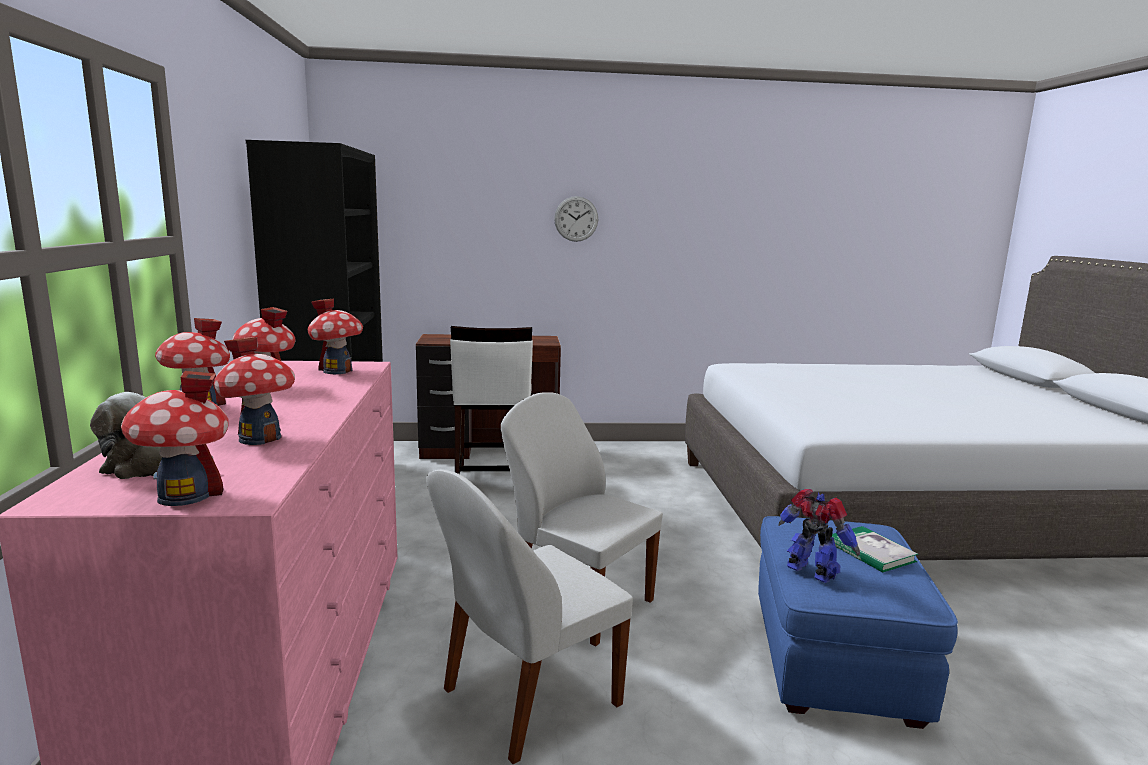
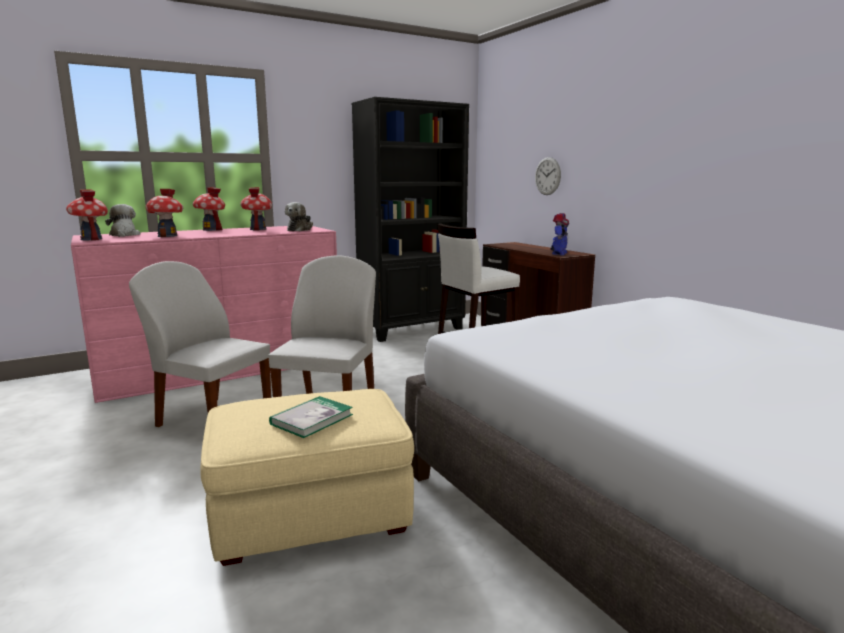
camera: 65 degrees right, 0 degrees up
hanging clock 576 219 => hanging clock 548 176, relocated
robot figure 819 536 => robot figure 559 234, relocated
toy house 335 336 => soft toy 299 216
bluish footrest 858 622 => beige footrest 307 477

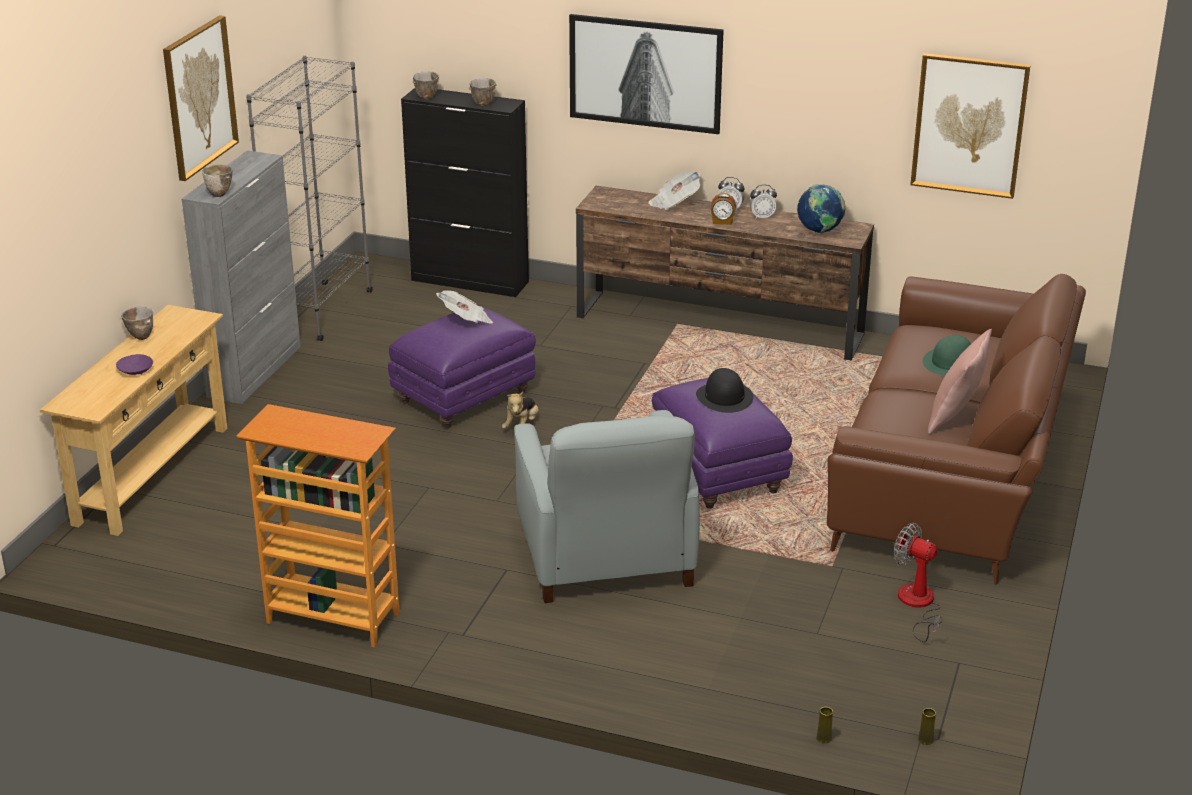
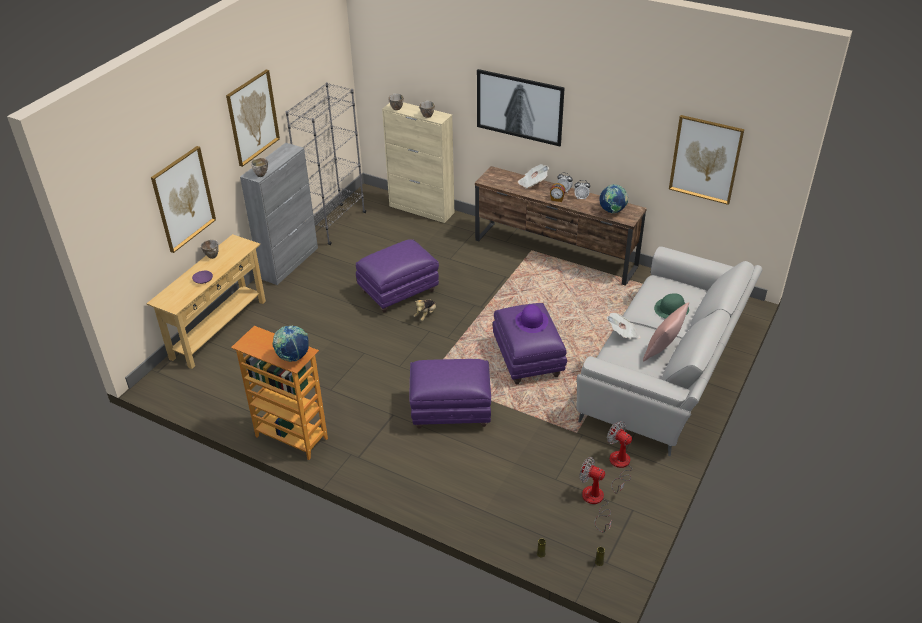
camera: 10 degrees right, 10 degrees up
nothing => wall art 183 199
nothing => desk globe 290 344
nothing => fan 596 495
daily paper 464 307 => daily paper 623 326, relocated
grey lounge chair 607 506 => purple footrest 450 394
black-coloured cabinet 465 192 => beige cabinet 418 162
black-coloured hat 724 390 => purple hat 531 319
brown settee 956 429 => grey settee 669 351

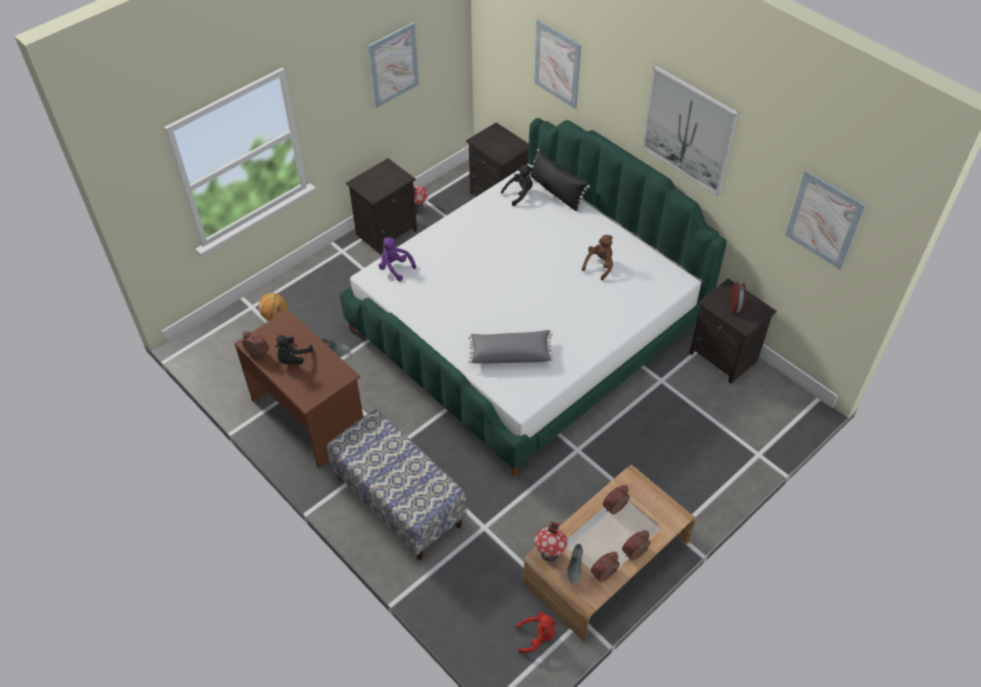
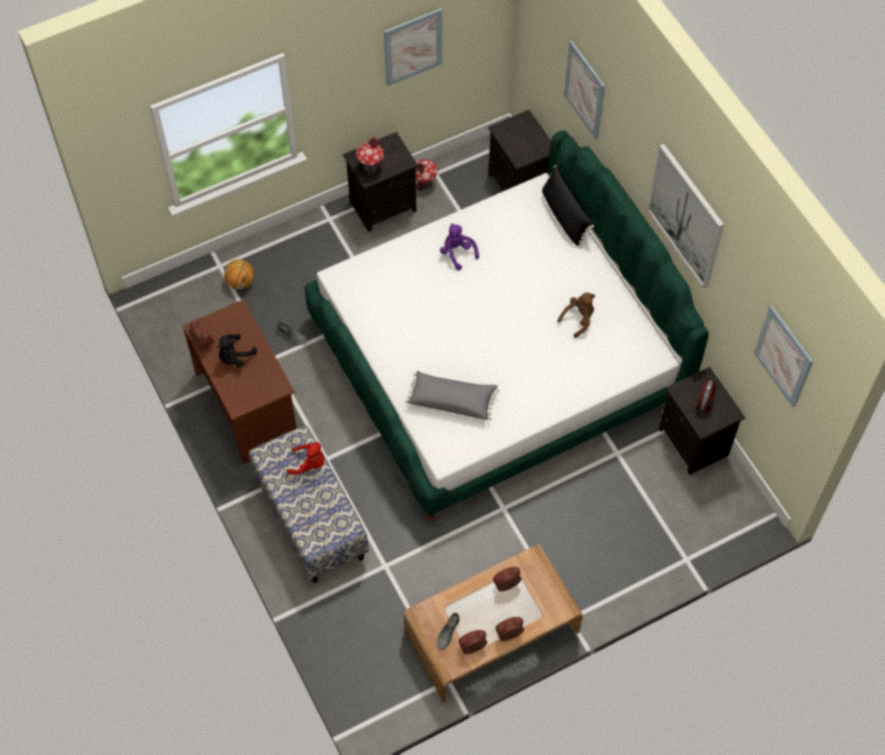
camera: 15 degrees right, 10 degrees up
black-coloured soft toy 517 185 => nothing
purple soft toy 397 259 => purple soft toy 459 246, relocated
red-coloured soft toy 535 632 => red-coloured soft toy 305 458, relocated
toy house 551 541 => toy house 370 155, relocated

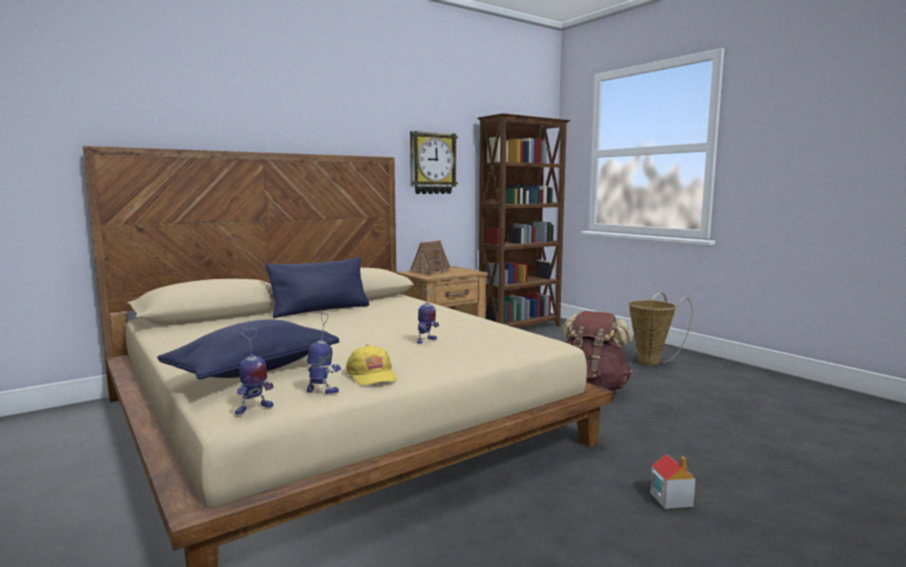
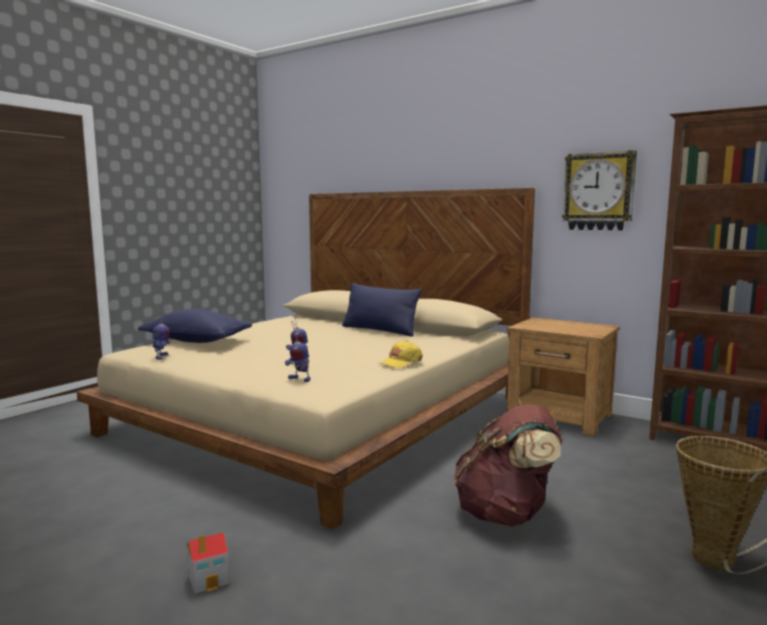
camera: 70 degrees right, 0 degrees up
toy house 431 257 => nothing
robot figure 254 371 => robot figure 297 351, relocated
yellow-coloured baseball cap 371 365 => yellow-coloured baseball cap 401 354, relocated

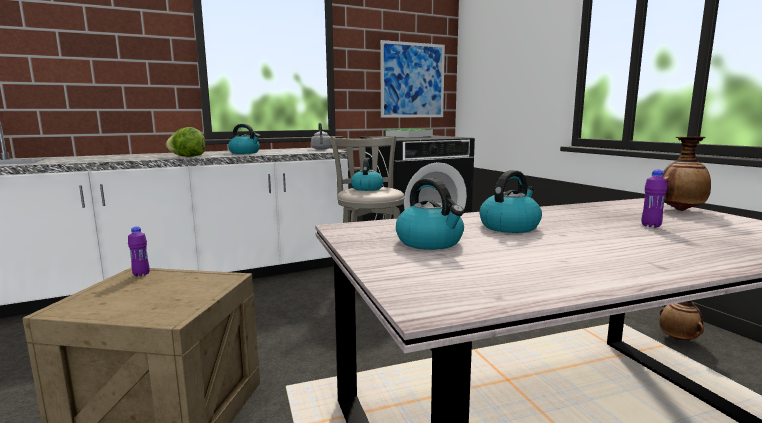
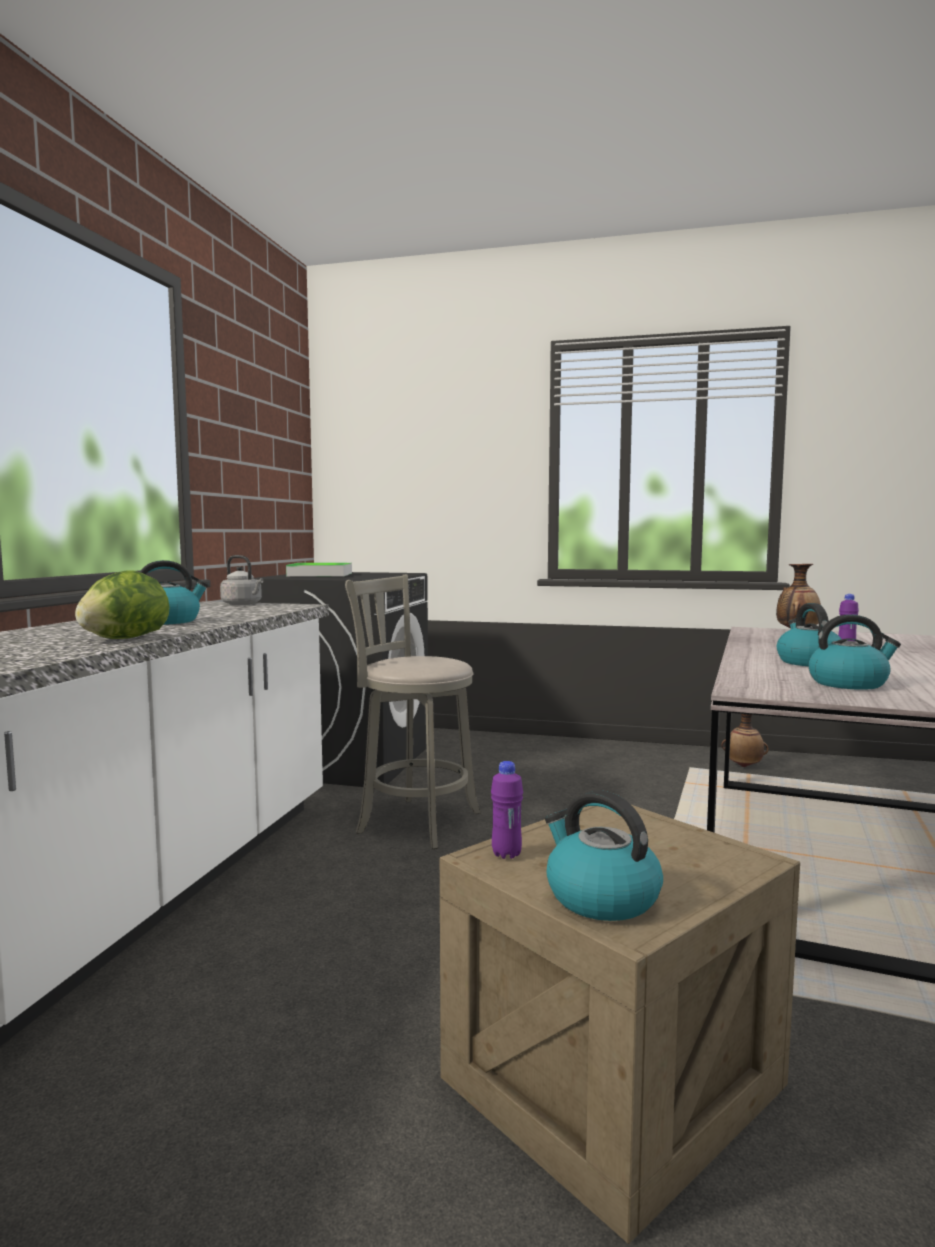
camera: 50 degrees left, 5 degrees down
wall art 412 79 => nothing
water kettle 367 174 => water kettle 604 855, relocated

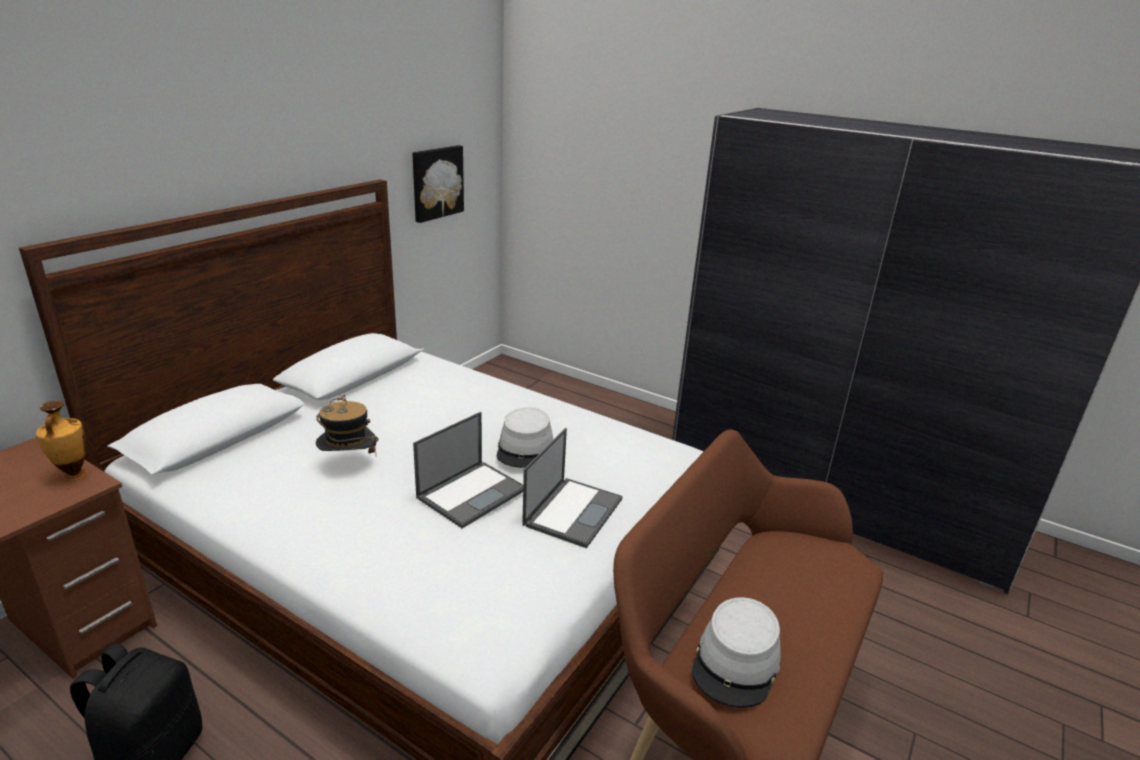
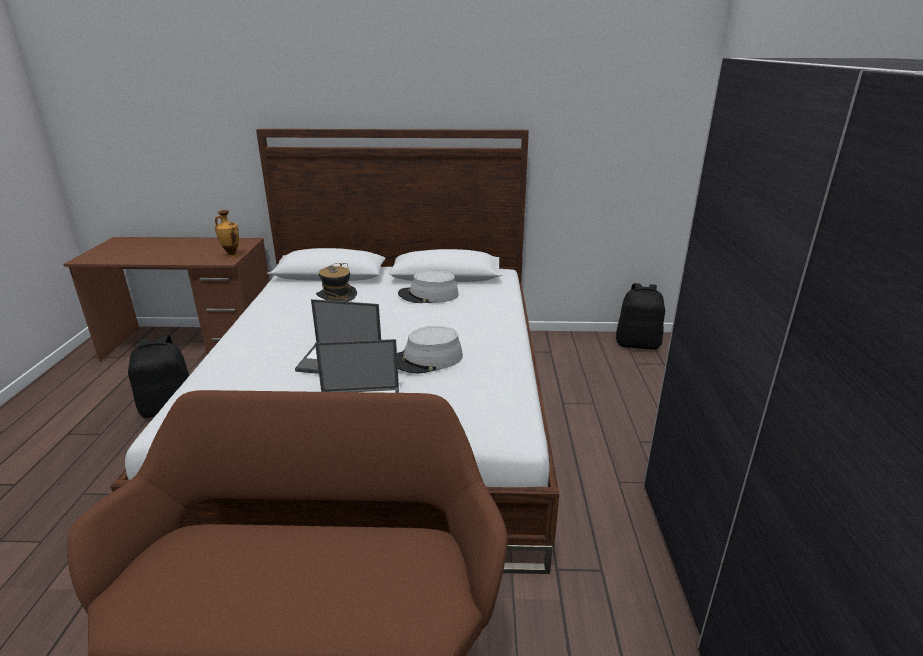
camera: 60 degrees right, 0 degrees up
wall art 438 184 => nothing
nothing => black-coloured knapsack 640 316
grey hat 736 652 => grey hat 428 286, relocated

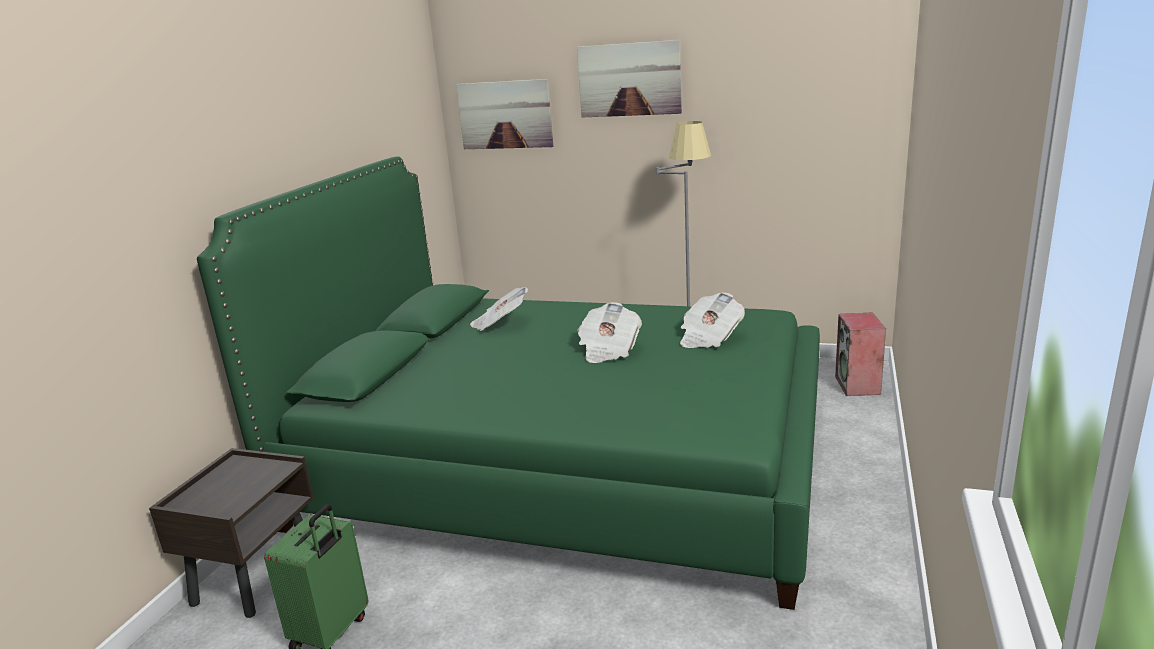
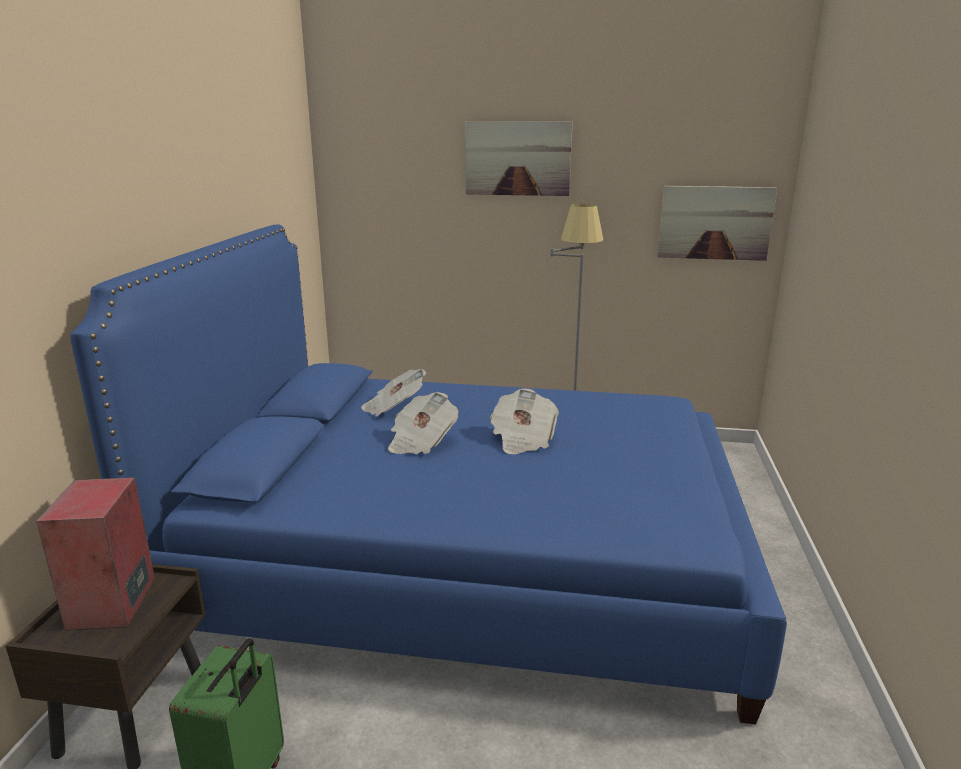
camera: 10 degrees left, 0 degrees up
wall art 504 114 => wall art 717 223, relocated
daily paper 712 320 => daily paper 423 423, relocated
loudspeaker 860 354 => loudspeaker 95 554, relocated
green-coloured bedroom bed 508 383 => bluish bedroom bed 428 474

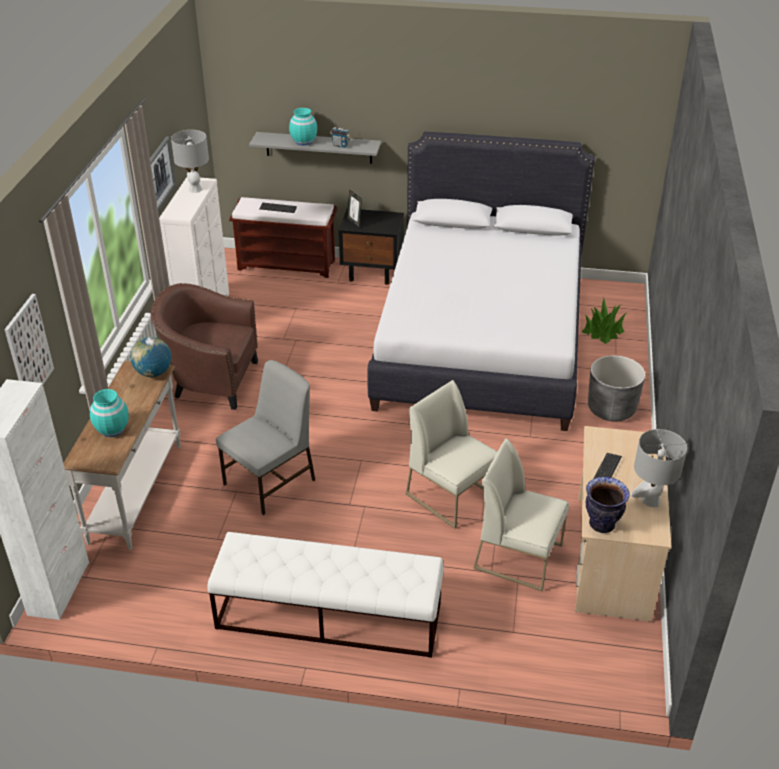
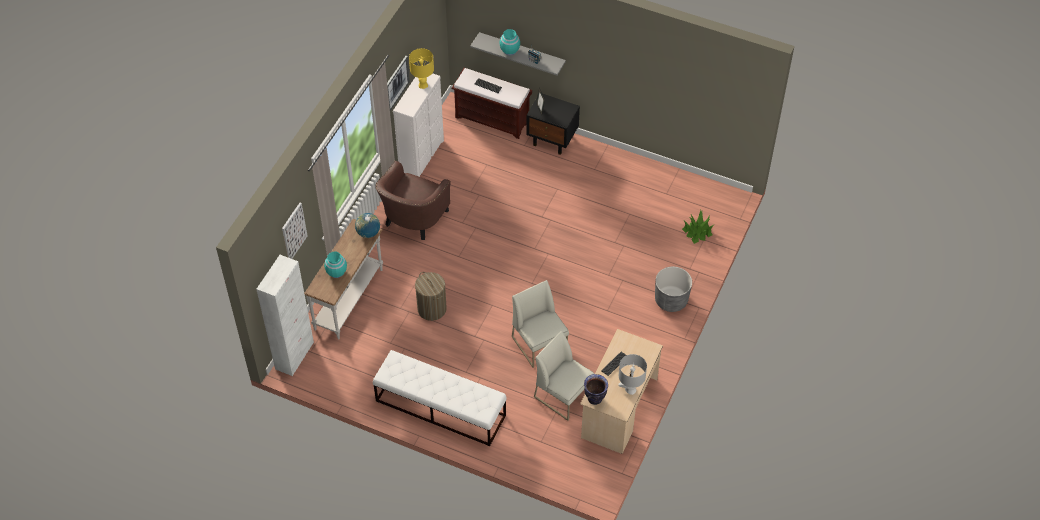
camera: 15 degrees right, 15 degrees up
white-coloured bedroom bed 481 281 => nothing
grey chair 265 437 => washing basket 431 296
grey lamp for a table 190 161 => yellow-coloured lamp for a table 421 68
brown lounge chair 204 346 => brown lounge chair 413 200, 90 degrees counterclockwise

